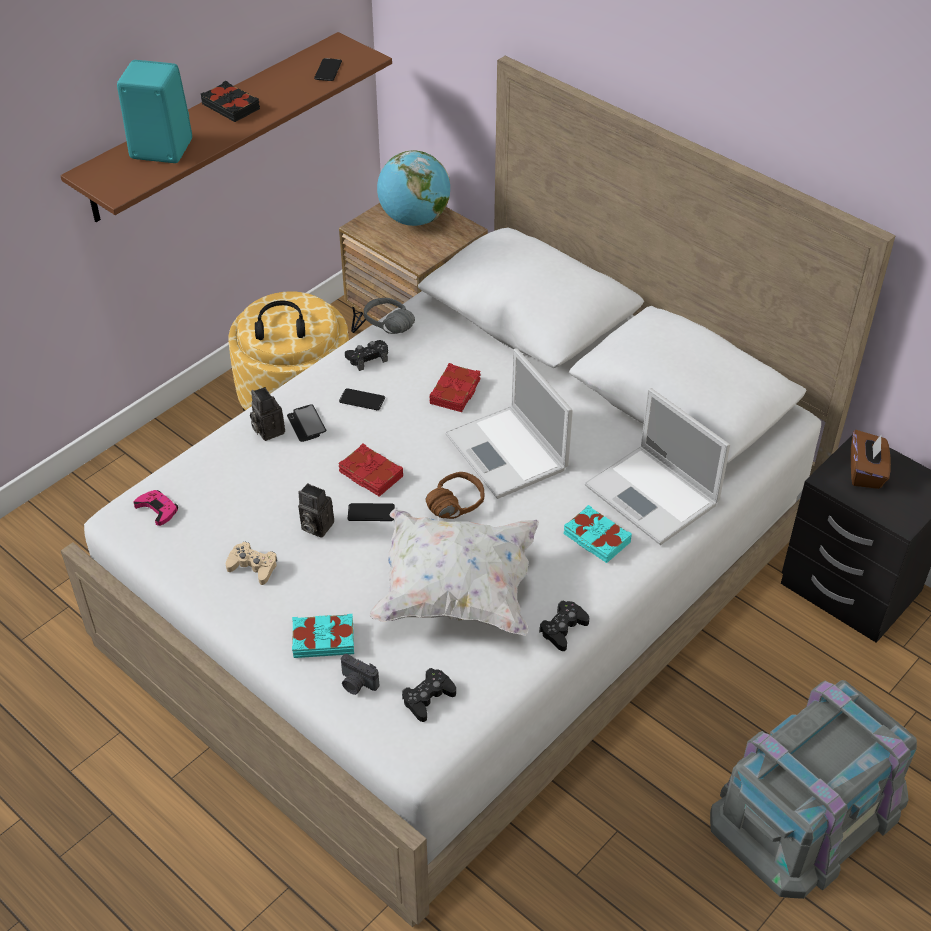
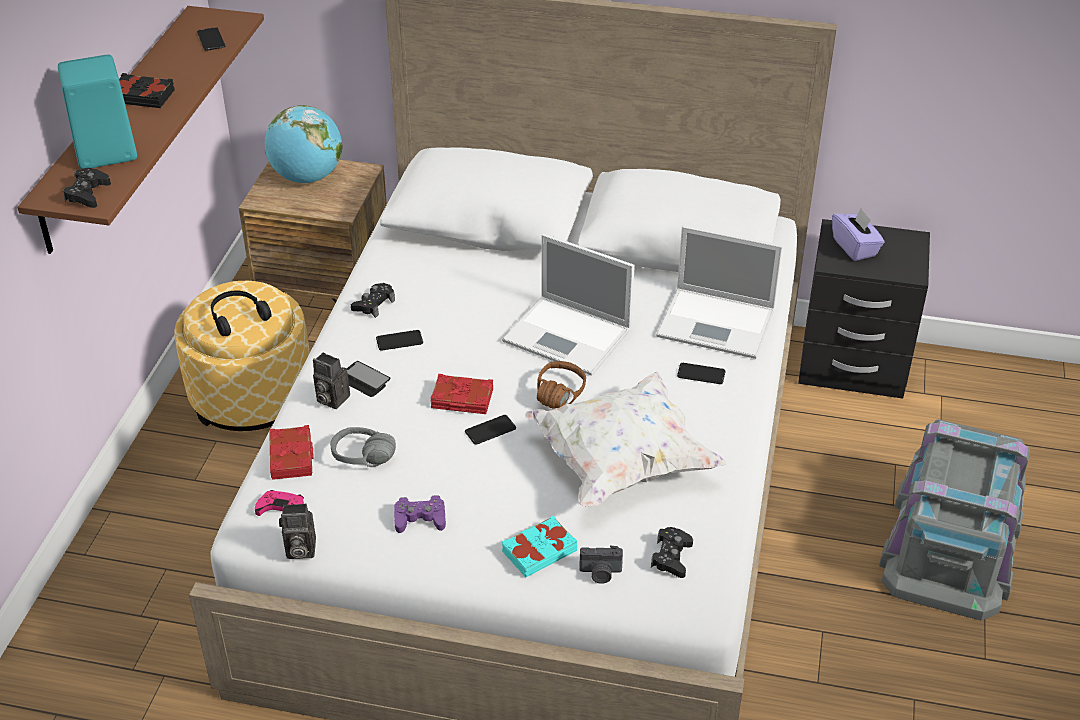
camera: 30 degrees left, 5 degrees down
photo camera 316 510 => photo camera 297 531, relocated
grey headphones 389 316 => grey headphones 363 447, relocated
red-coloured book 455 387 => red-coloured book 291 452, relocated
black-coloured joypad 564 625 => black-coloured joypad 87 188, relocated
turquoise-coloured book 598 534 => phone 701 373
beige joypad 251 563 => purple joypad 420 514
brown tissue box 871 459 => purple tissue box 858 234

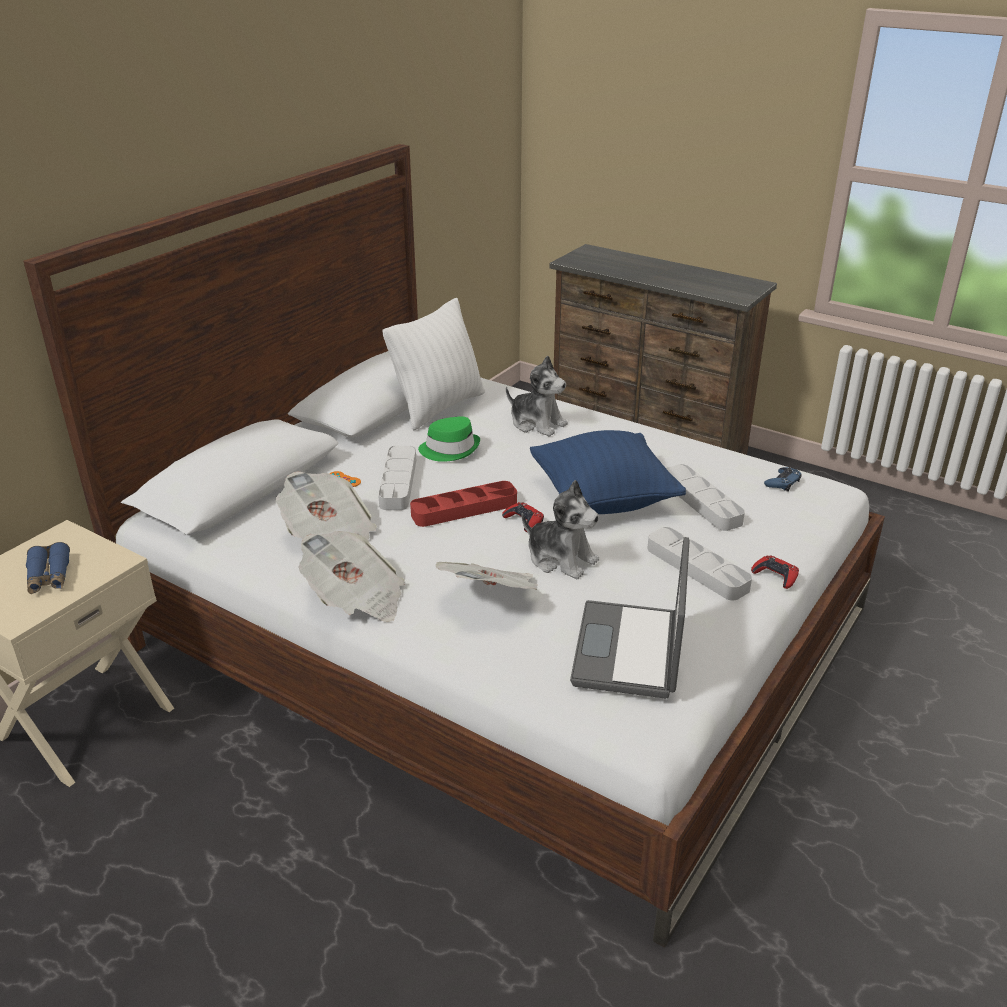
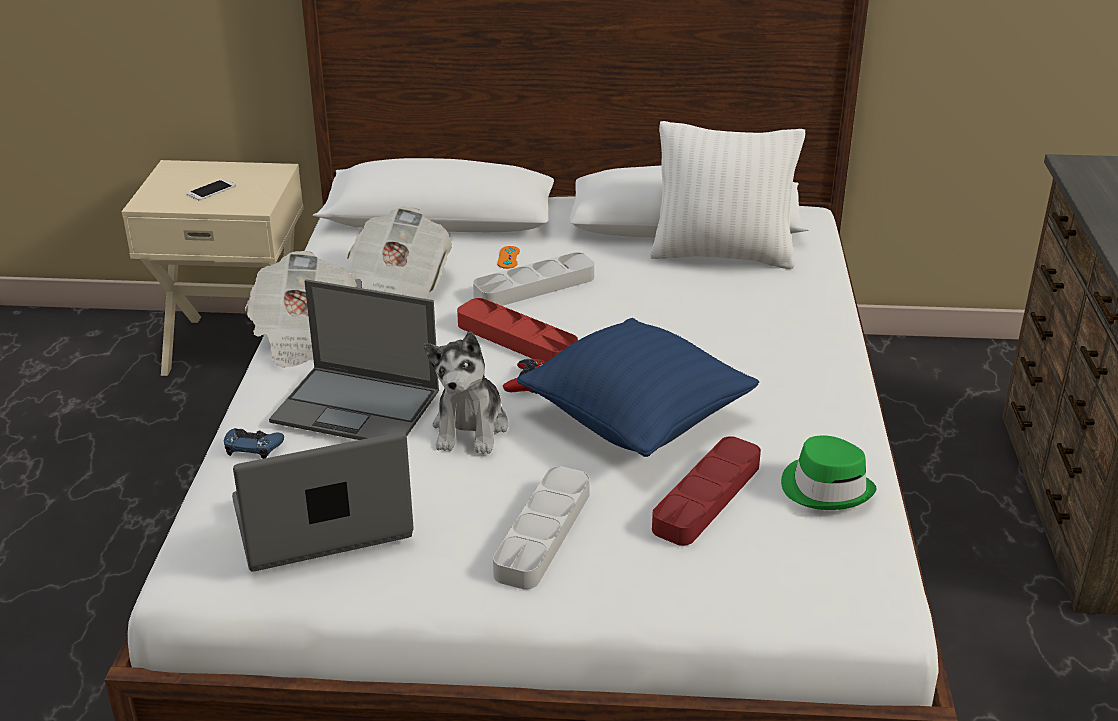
camera: 60 degrees right, 0 degrees up
soft toy 537 396 => nothing
red-coloured joypad 775 572 => nothing
green-coloured hat 449 439 => green-coloured hat 828 472, relocated
bluish joypad 783 479 => bluish joypad 254 443, relocated
bluish pair of binoculars 48 568 => phone 211 190
daily paper 487 576 => portable computer 354 359
grey tray 705 497 => red-coloured tray 706 491

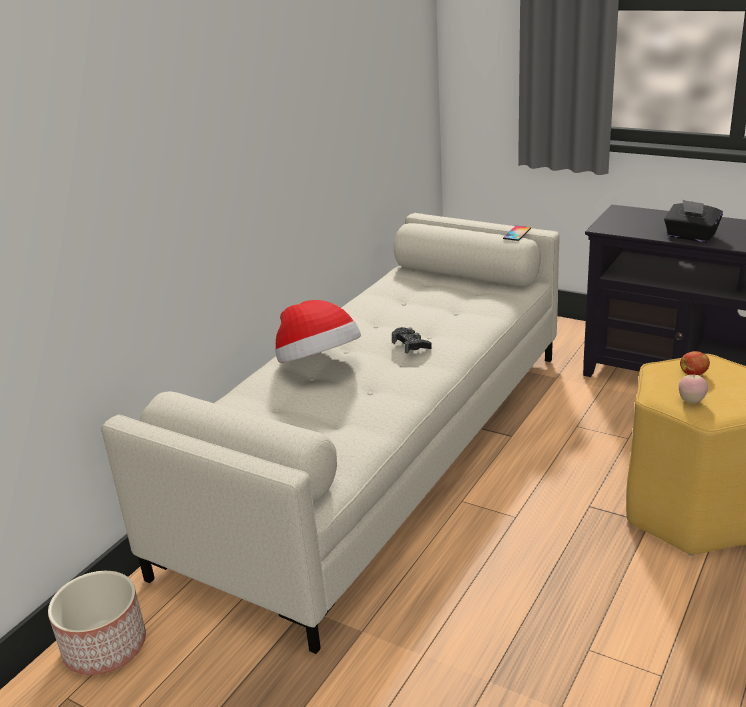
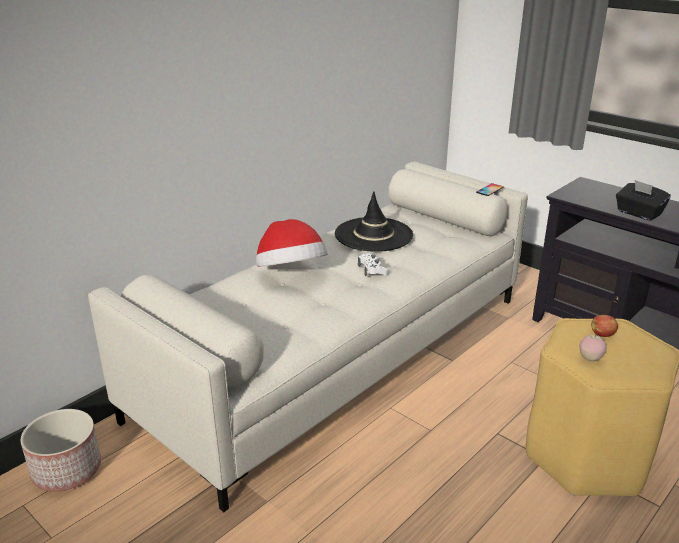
camera: 10 degrees right, 0 degrees up
nothing => black-coloured hat 374 221
black-coloured joypad 412 340 => white-coloured joypad 373 264

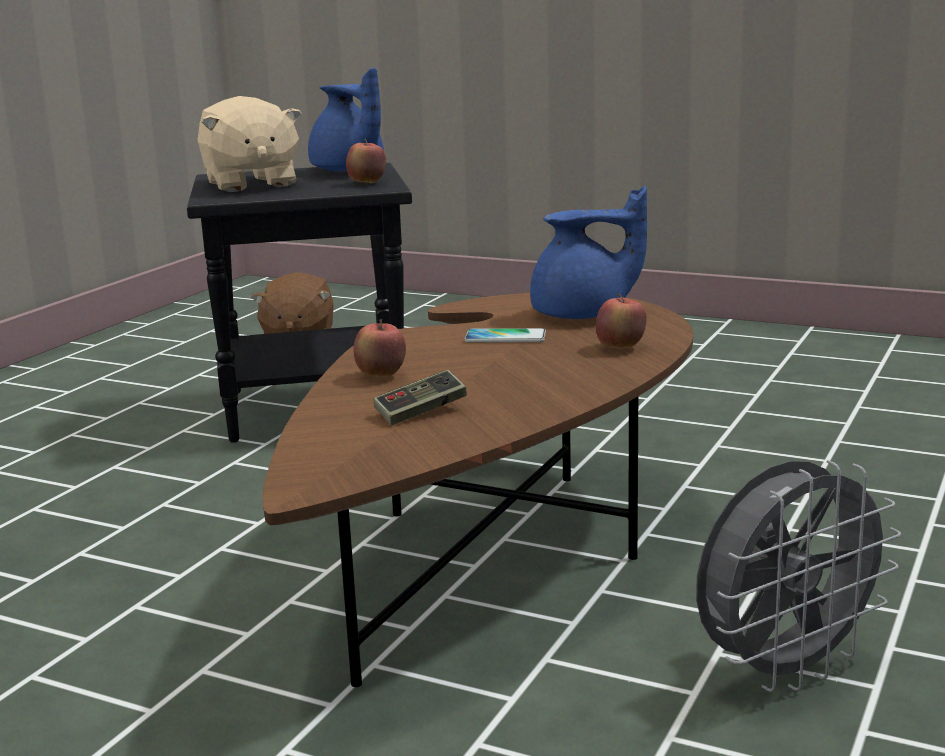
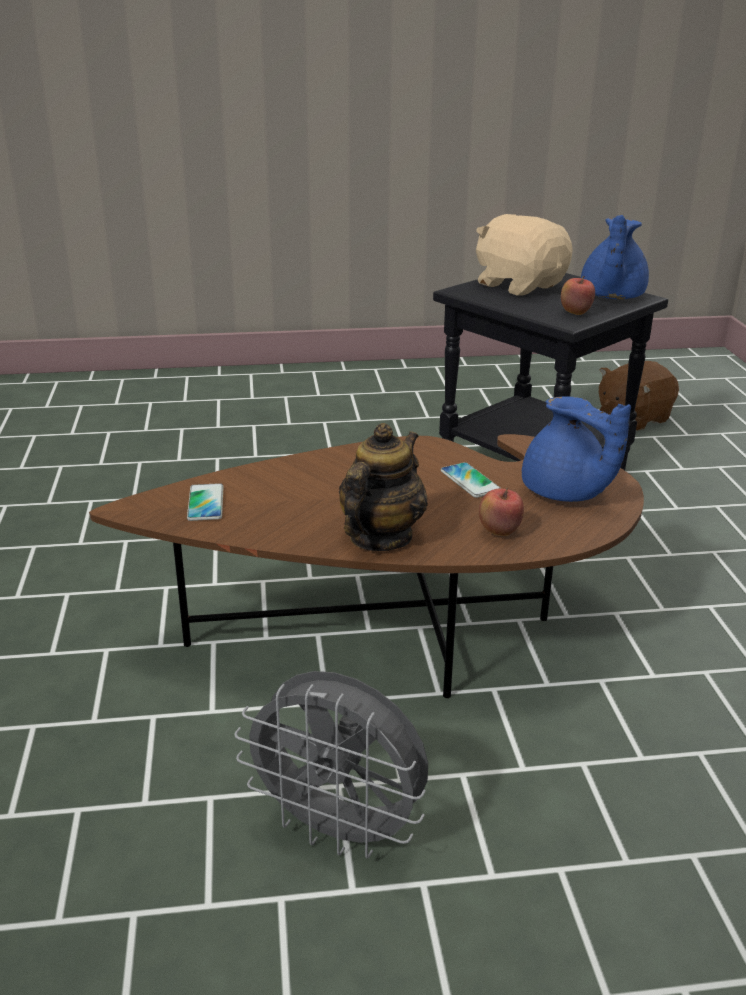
camera: 55 degrees right, 10 degrees up
apple fruit 379 348 => nothing
joypad 420 397 => nothing
nothing => phone 205 502
nothing => tea pot 383 487
beige soft toy 250 144 => beige soft toy 524 255, 105 degrees clockwise

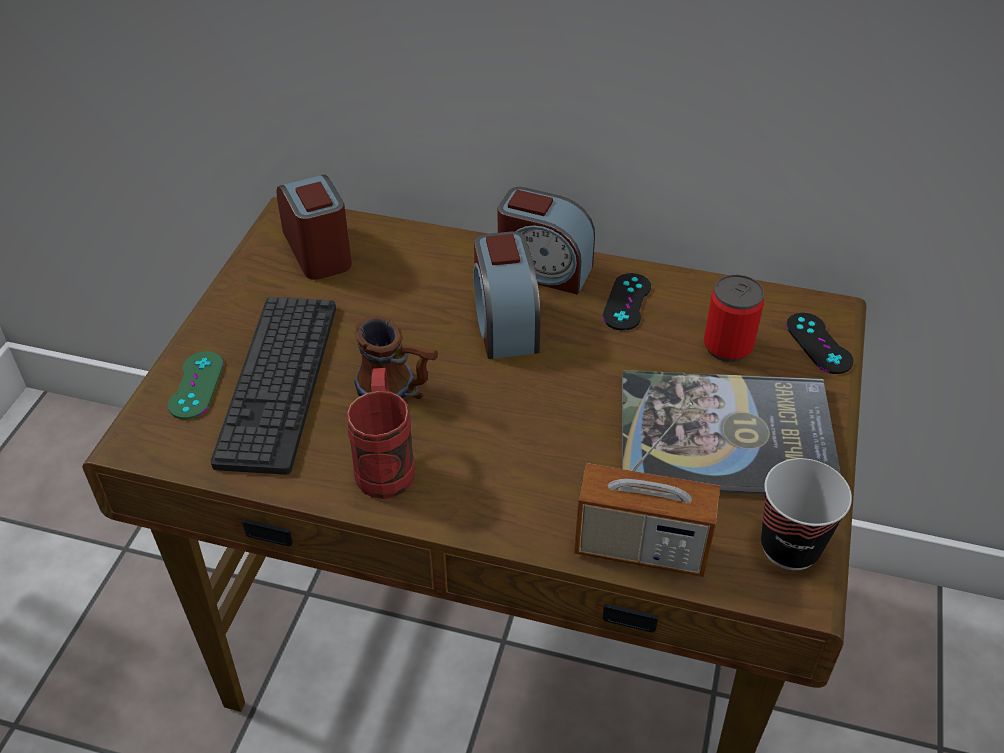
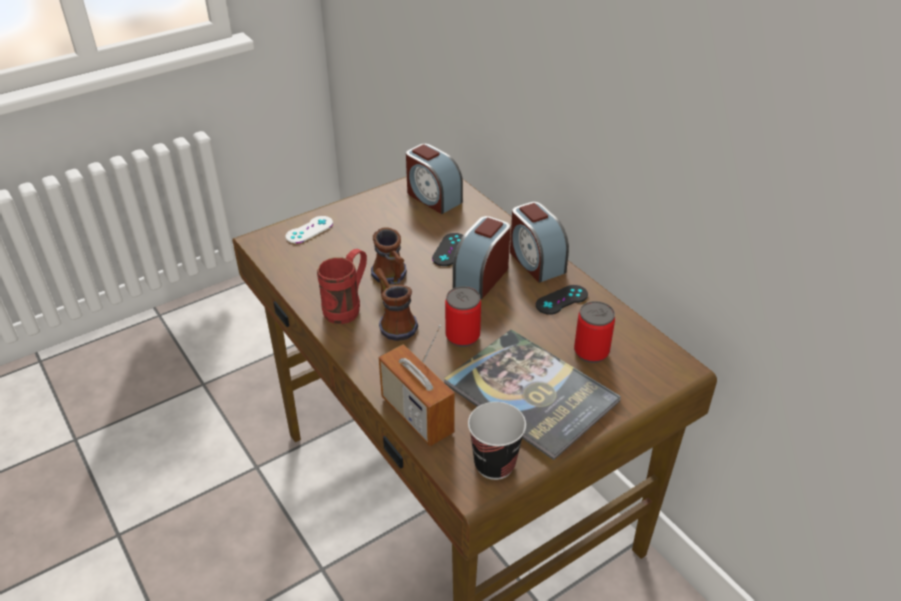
camera: 40 degrees right, 5 degrees down
keyboard 273 386 => nothing
nothing => coffee mug 396 304
nothing => metal can 463 316
black-coloured joypad 819 343 => black-coloured joypad 447 249, relocated
green-coloured joypad 196 385 => white-coloured joypad 309 229
alarm clock 314 227 => alarm clock 434 179, 120 degrees clockwise

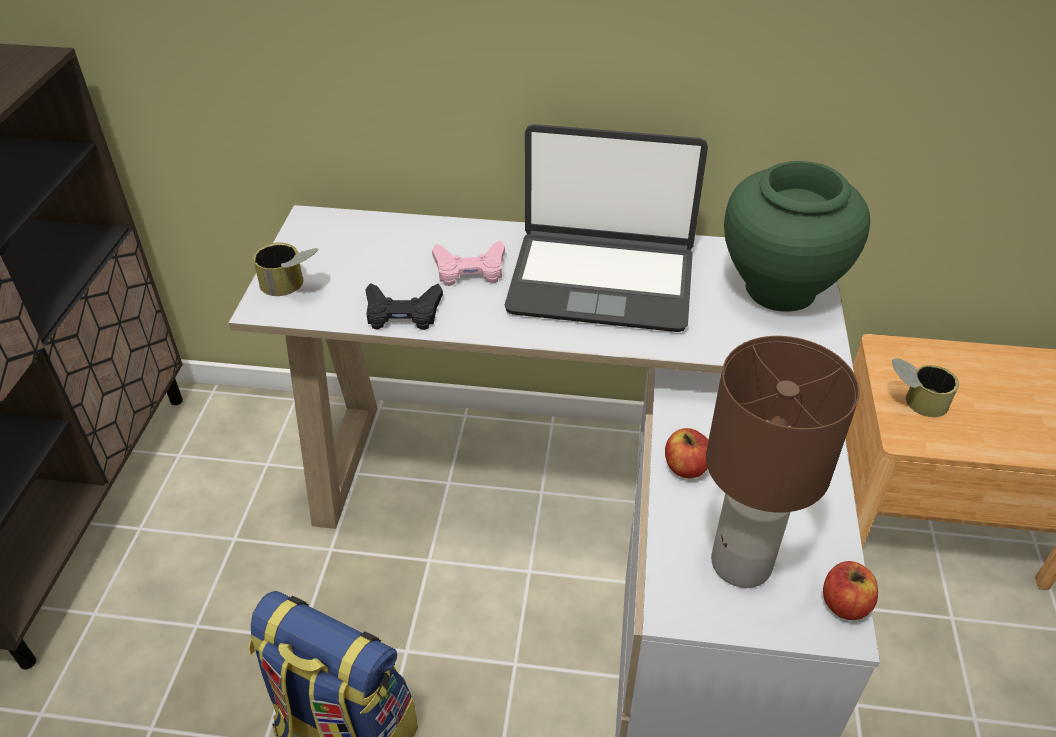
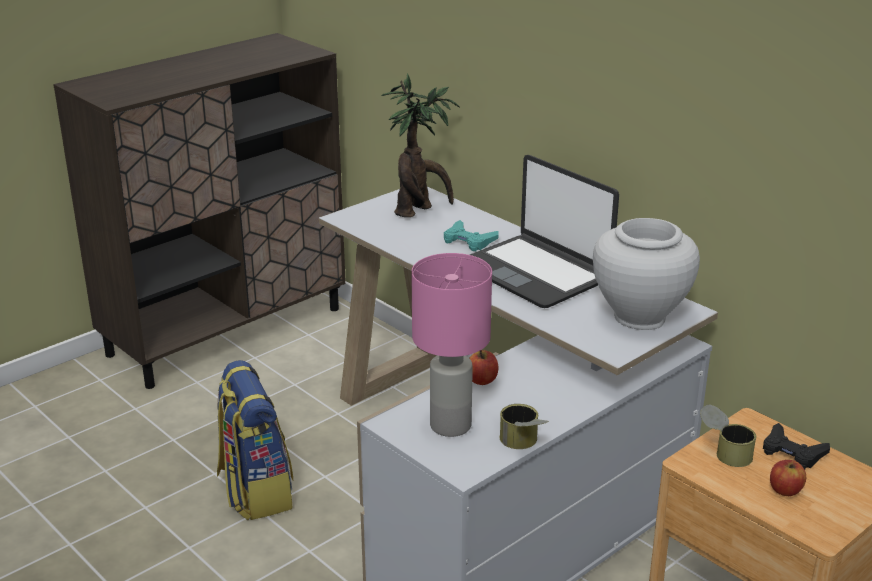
camera: 40 degrees right, 15 degrees down
nothing => plant in a pot 421 145
metal can 285 269 => metal can 524 426, relocated
black-coloured joypad 404 306 => black-coloured joypad 796 446, relocated
apple fruit 850 590 => apple fruit 788 478, relocated
pinkish joypad 468 263 => turquoise-coloured joypad 471 235
brown lamp for a table 783 462 => pinkish lamp for a table 451 345
green-coloured decorative vase 797 236 => white-coloured decorative vase 646 274

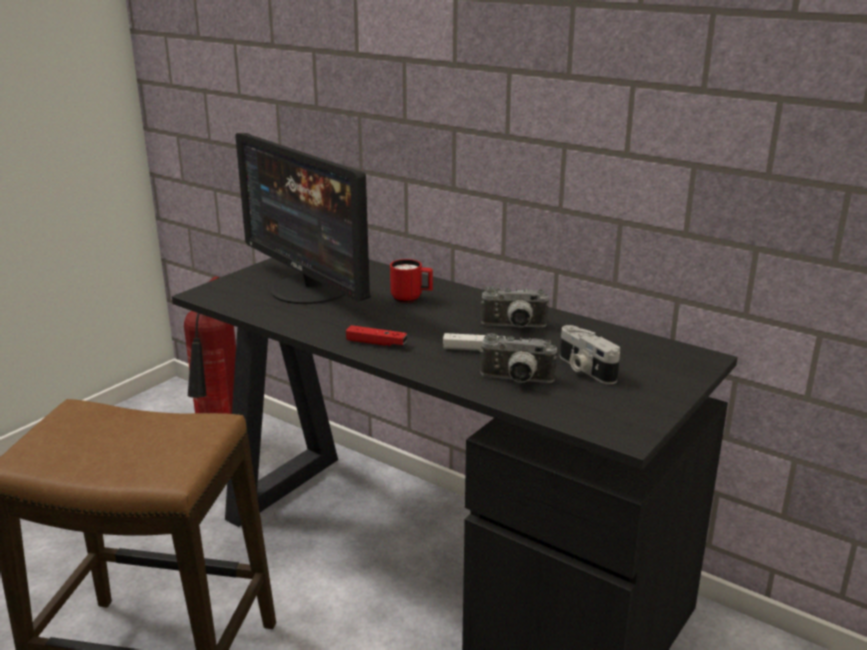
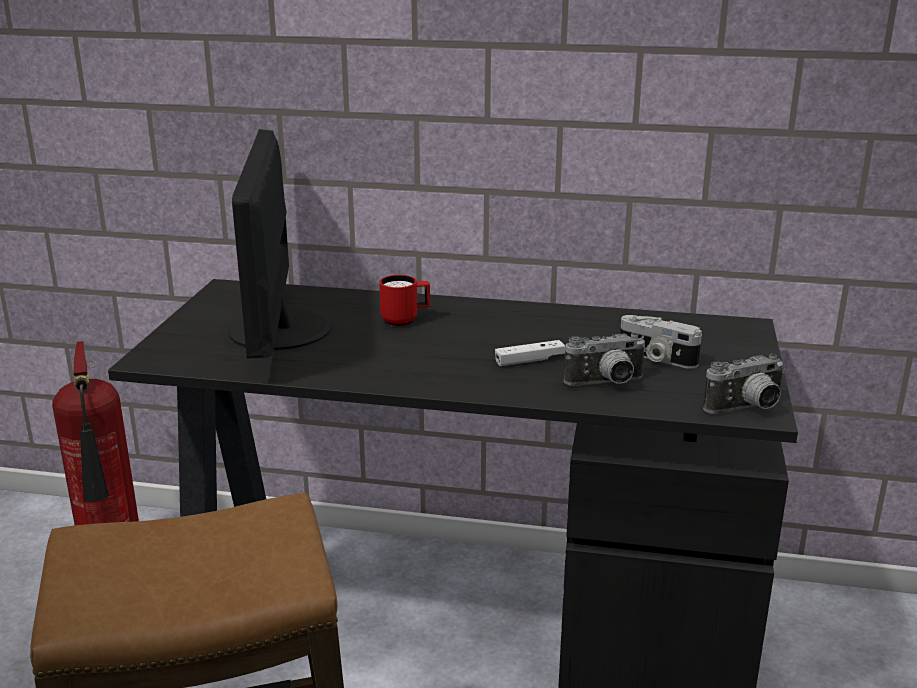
camera: 25 degrees left, 0 degrees up
red-coloured joypad 376 335 => nothing
photo camera 515 306 => photo camera 744 384, relocated
computer screen 303 218 => computer screen 279 244, 60 degrees clockwise

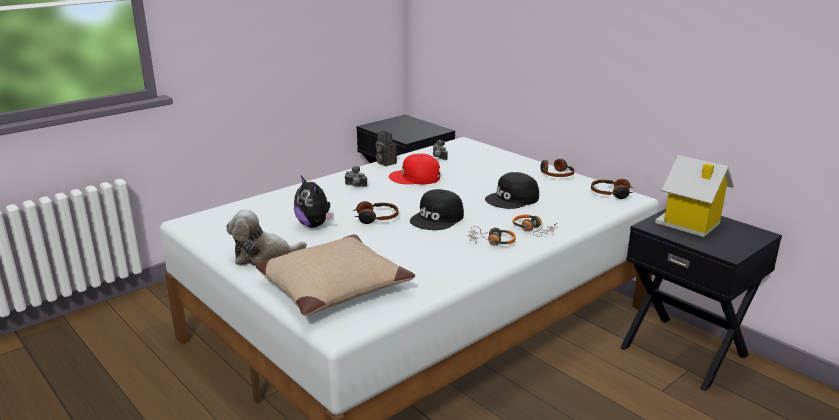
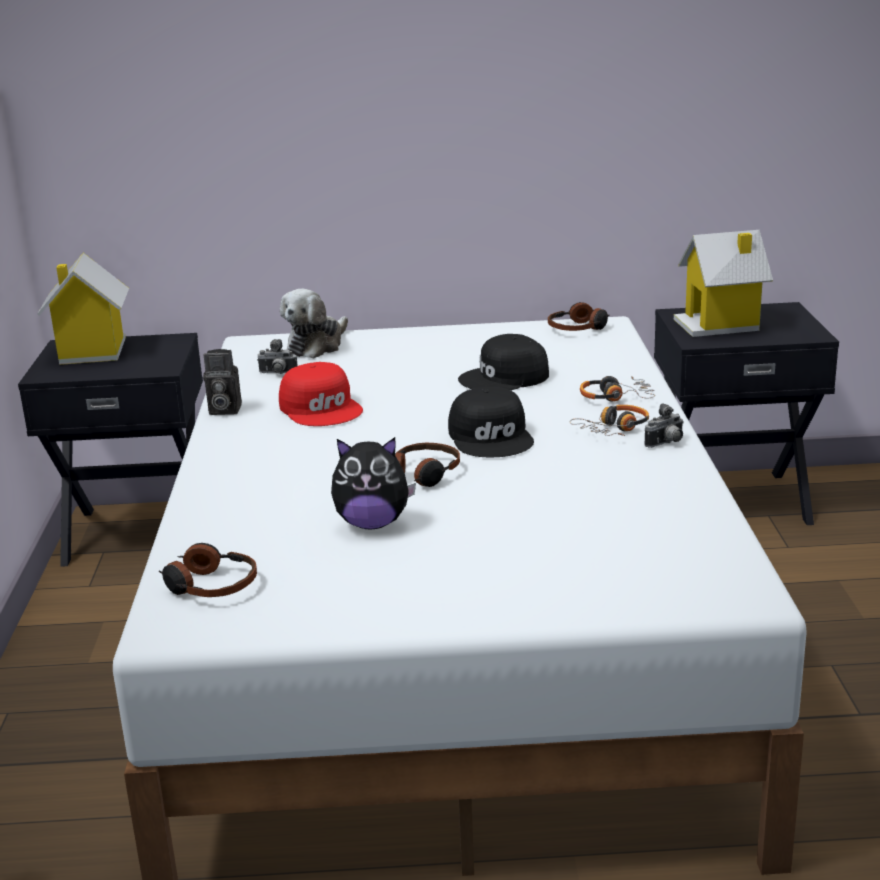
camera: 50 degrees left, 0 degrees up
beige pillow 335 275 => nothing
nothing => toy house 83 309
soft toy 266 237 => soft toy 314 324, relocated
photo camera 355 176 => photo camera 663 425, relocated
headphones 557 168 => headphones 208 570, relocated
red-coloured baseball cap 414 169 => red-coloured baseball cap 321 394, 75 degrees counterclockwise
black-coloured baseball cap 512 190 => black-coloured baseball cap 503 362, 60 degrees clockwise

